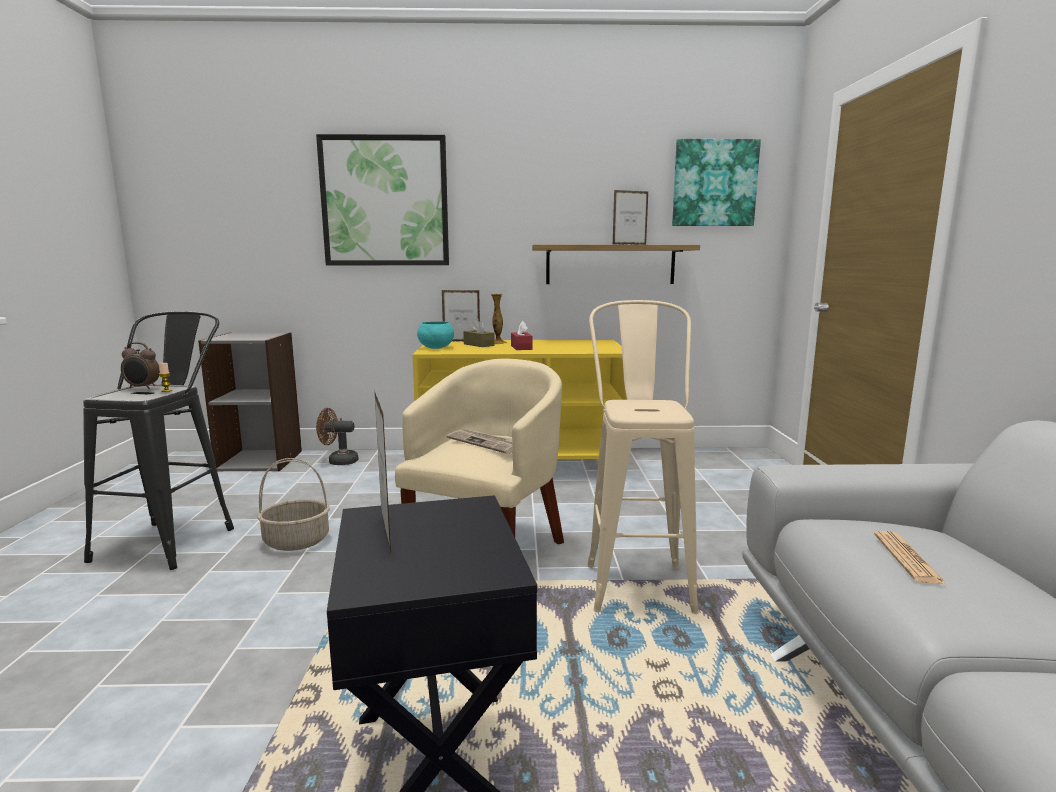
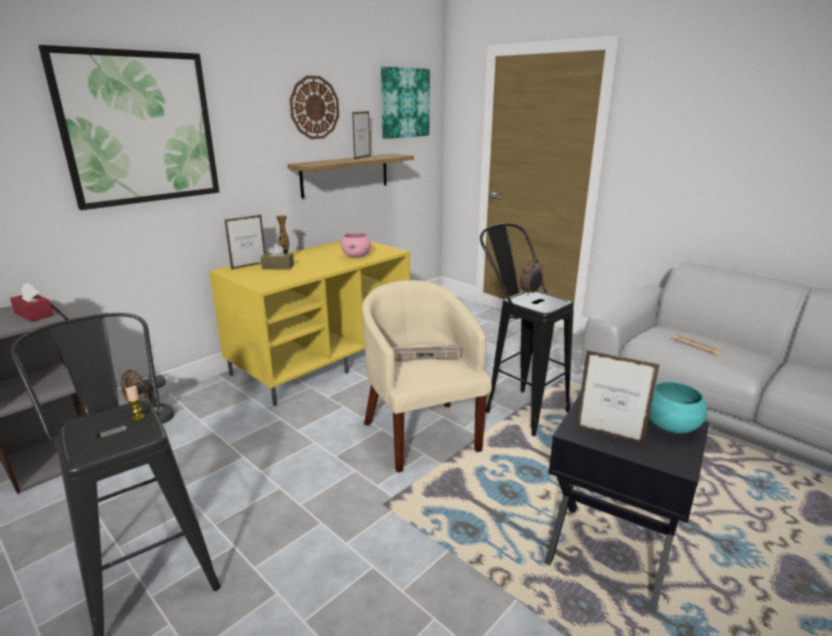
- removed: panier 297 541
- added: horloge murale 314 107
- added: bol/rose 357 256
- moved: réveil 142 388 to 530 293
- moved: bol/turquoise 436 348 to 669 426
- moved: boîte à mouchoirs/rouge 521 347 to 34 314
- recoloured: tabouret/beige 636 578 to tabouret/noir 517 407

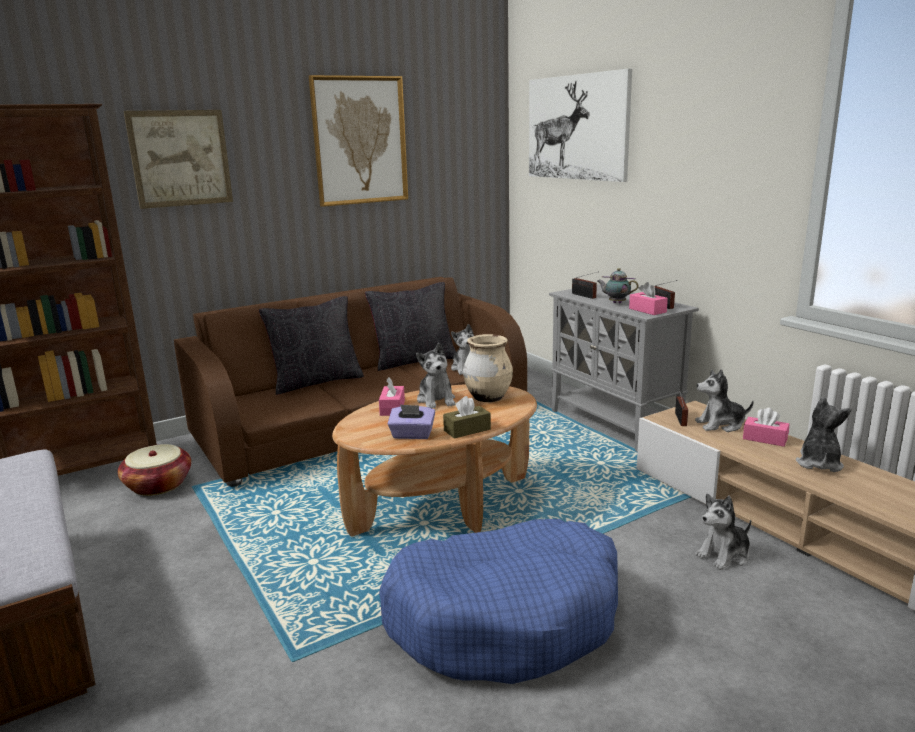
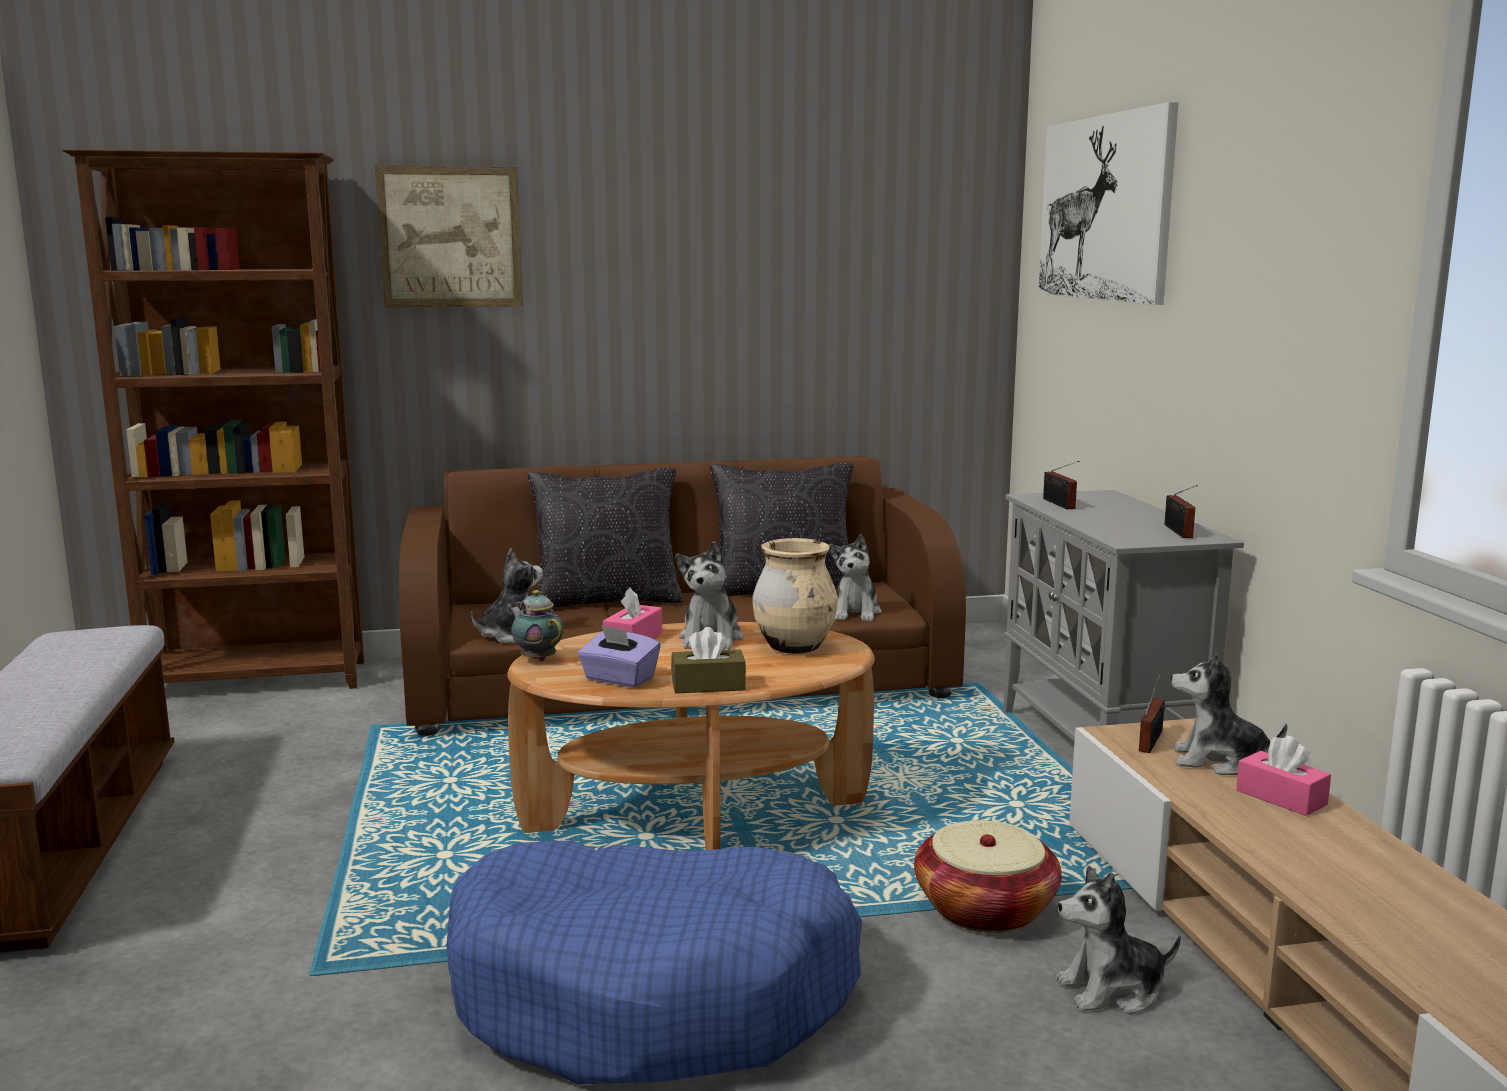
- removed: tableau 360 141
- removed: boîte à mouchoirs/rose 647 310
- moved: panier 158 485 to 985 909
- moved: théière 616 303 to 537 659
- moved: peluche 818 463 to 510 635

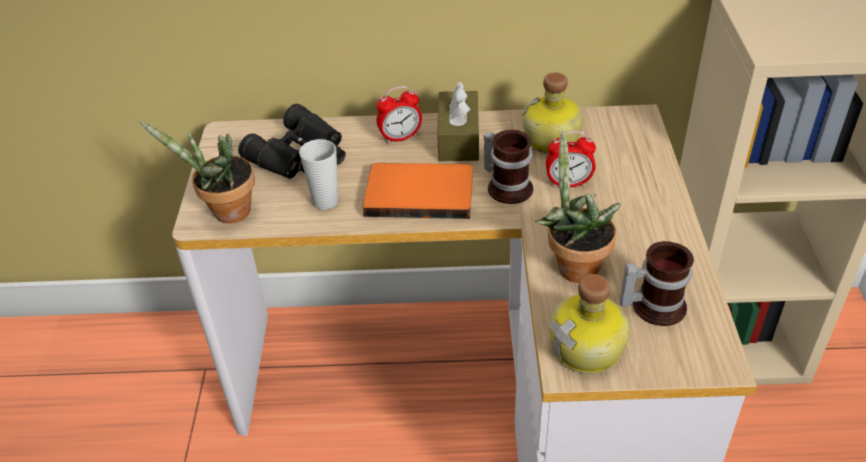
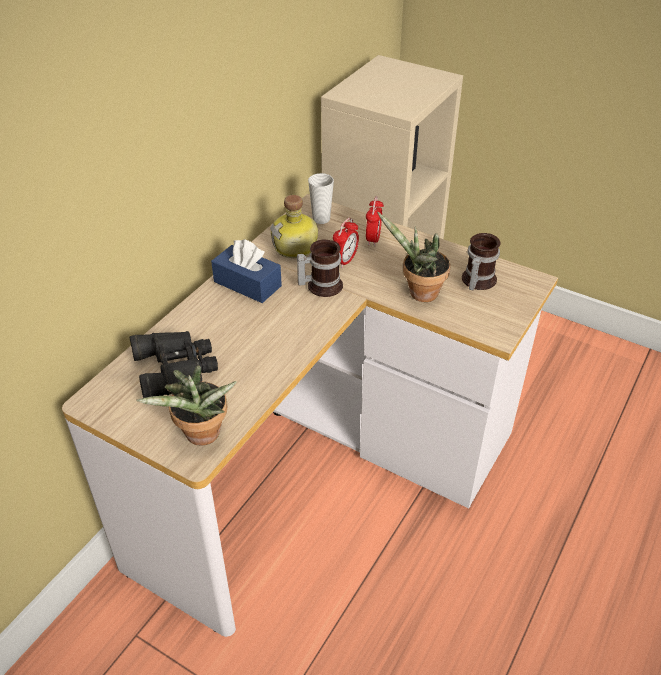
- removed: livre/orange 419 192
- removed: bouteille 589 349
- moved: tasse 325 201 to 321 219
- moved: réveil 400 138 to 373 239
- recoloured: boîte à mouchoirs/marron 458 138 to boîte à mouchoirs/bleu 247 284

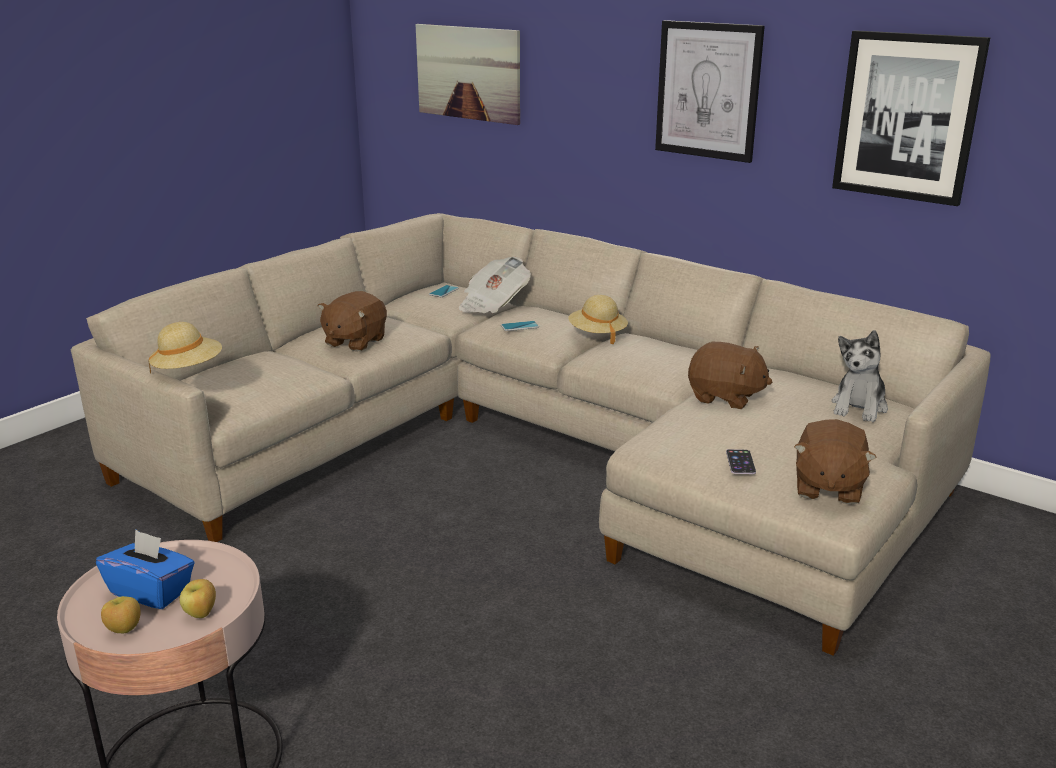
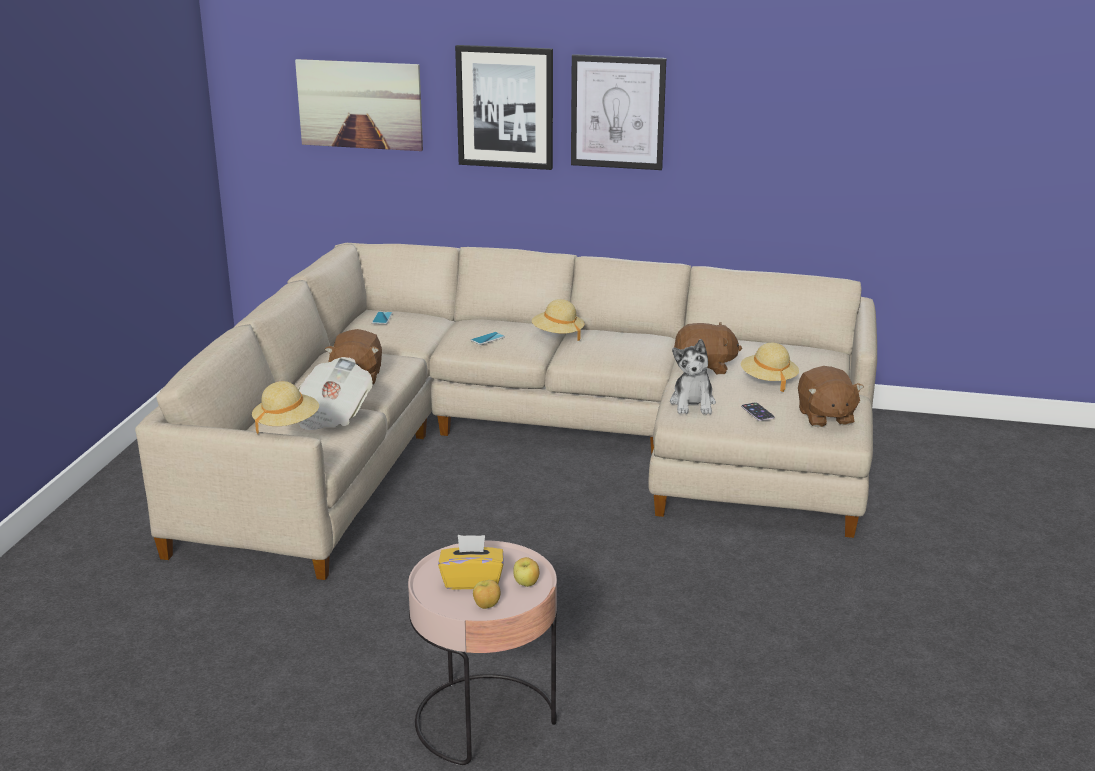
- added: chapeau/beige 768 380
- moved: journal 493 304 to 332 414
- moved: tableau 907 117 to 505 107
- moved: peluche 859 407 to 693 403
- recoloured: boîte à mouchoirs/bleu 151 591 to boîte à mouchoirs/jaune 472 581

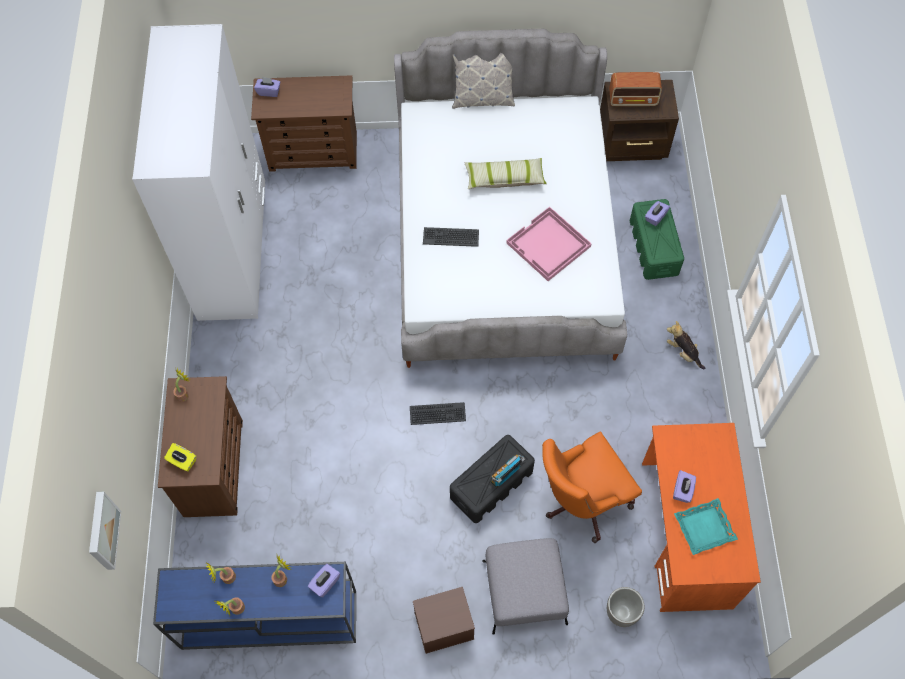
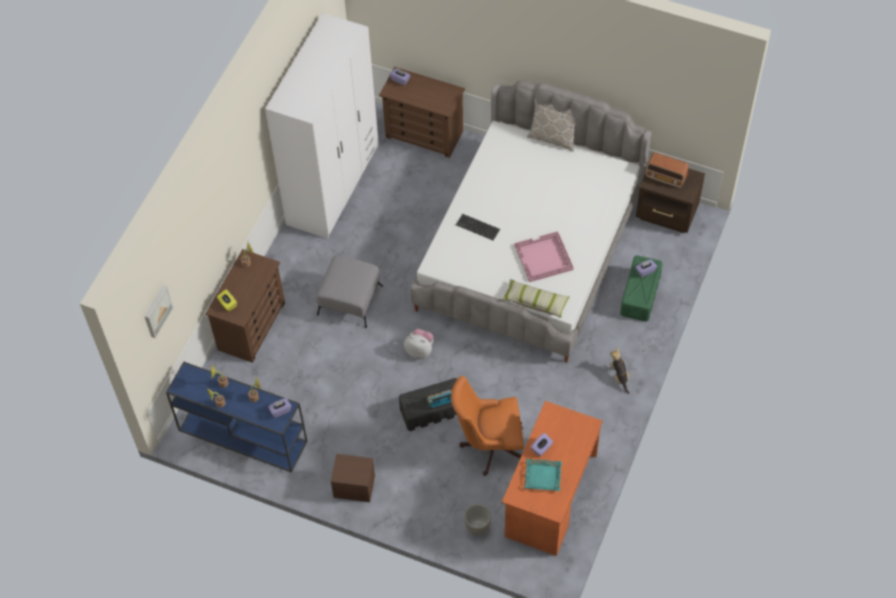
- moved: coussin 504 178 to 535 302
- moved: pouf/gris 524 592 to 349 300
- replaced: clavier 437 414 to peluche 420 350

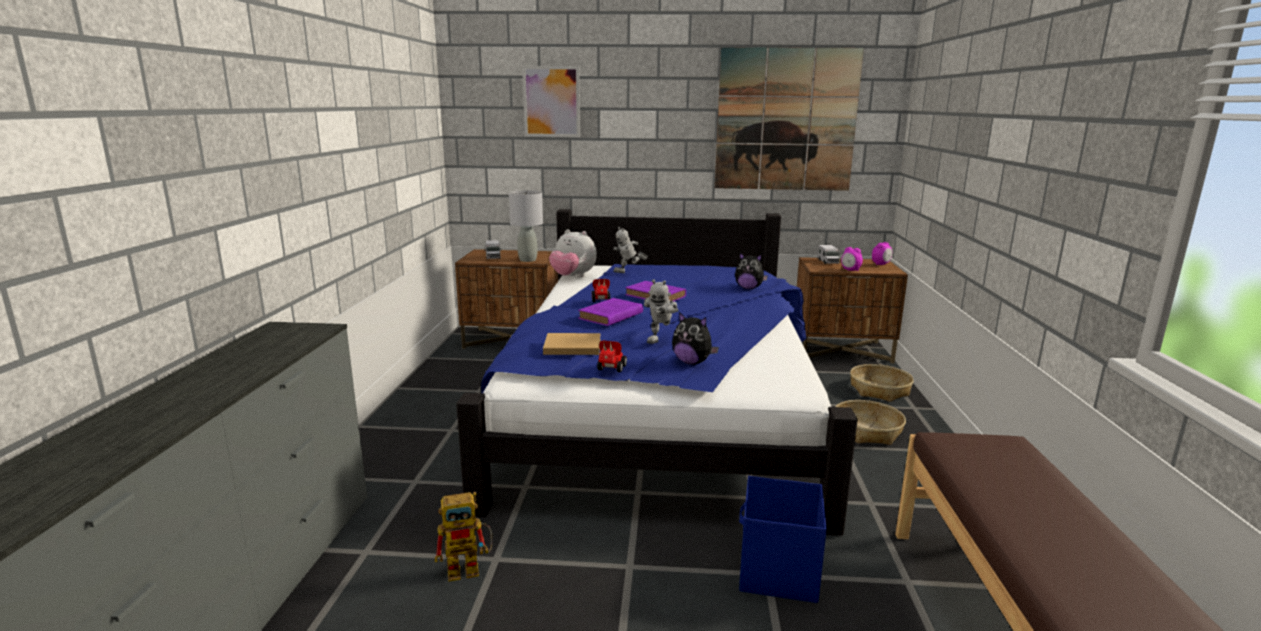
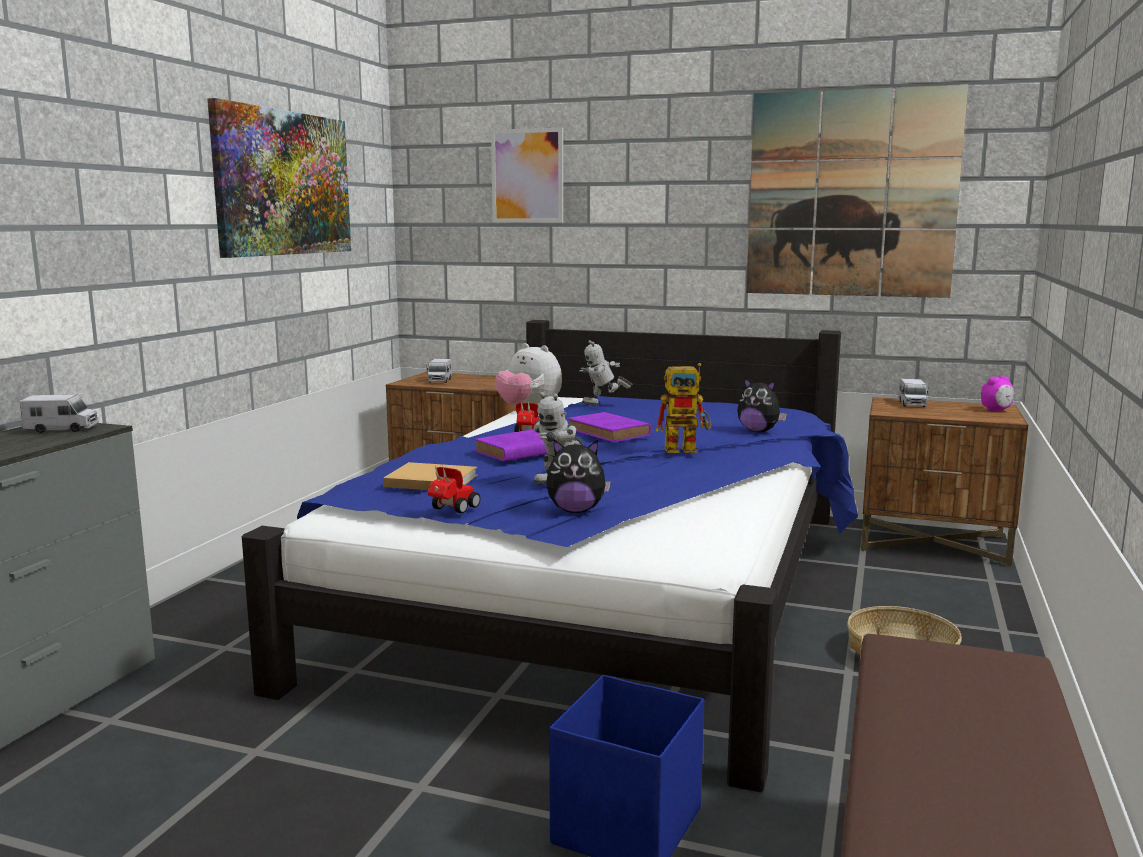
- removed: lampe de table/gris 528 260
- removed: réveil 850 270
- removed: panier 879 390
- added: camion jouet 62 429
- added: tableau 284 183
- moved: robot jouet 470 568 to 687 449
- turned: peluche 692 362 = 576 510 45 degrees counterclockwise

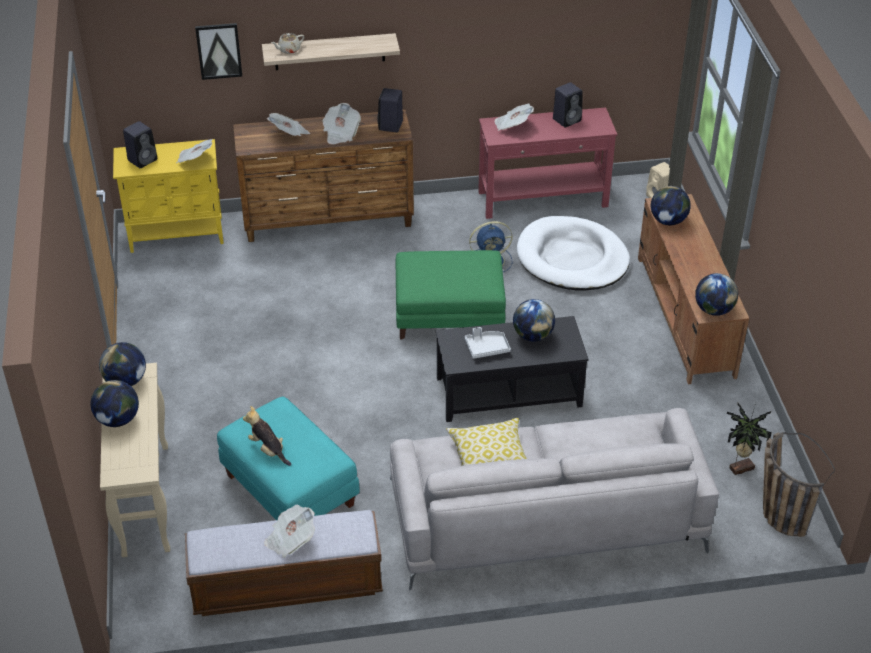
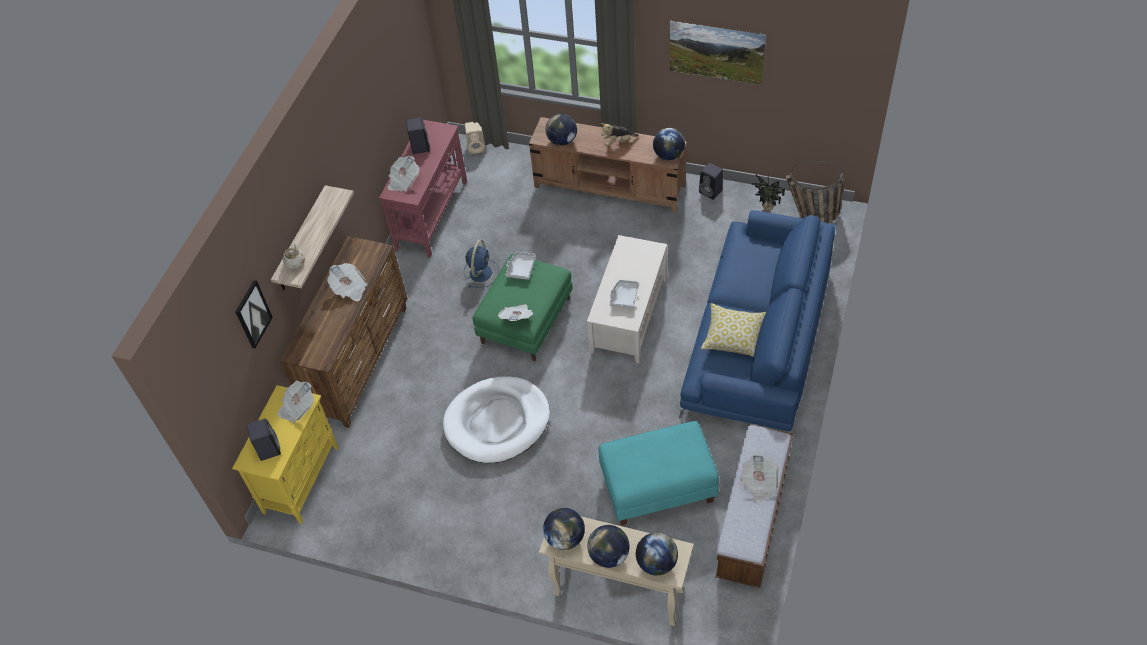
- added: plateau/gris 521 268
- added: tableau 715 65
- moved: peluche 268 449 to 618 142
- moved: journal 289 134 to 517 318
- moved: enceinte/noir 390 126 to 711 191
- moved: globe 533 335 to 656 563
- moved: panier pour chien/blanc 572 258 to 497 422
- recoloured: canapé/gris 545 516 to canapé/bleu 758 339
- recoloured: table basse/noir 508 392 to table basse/beige 629 315

